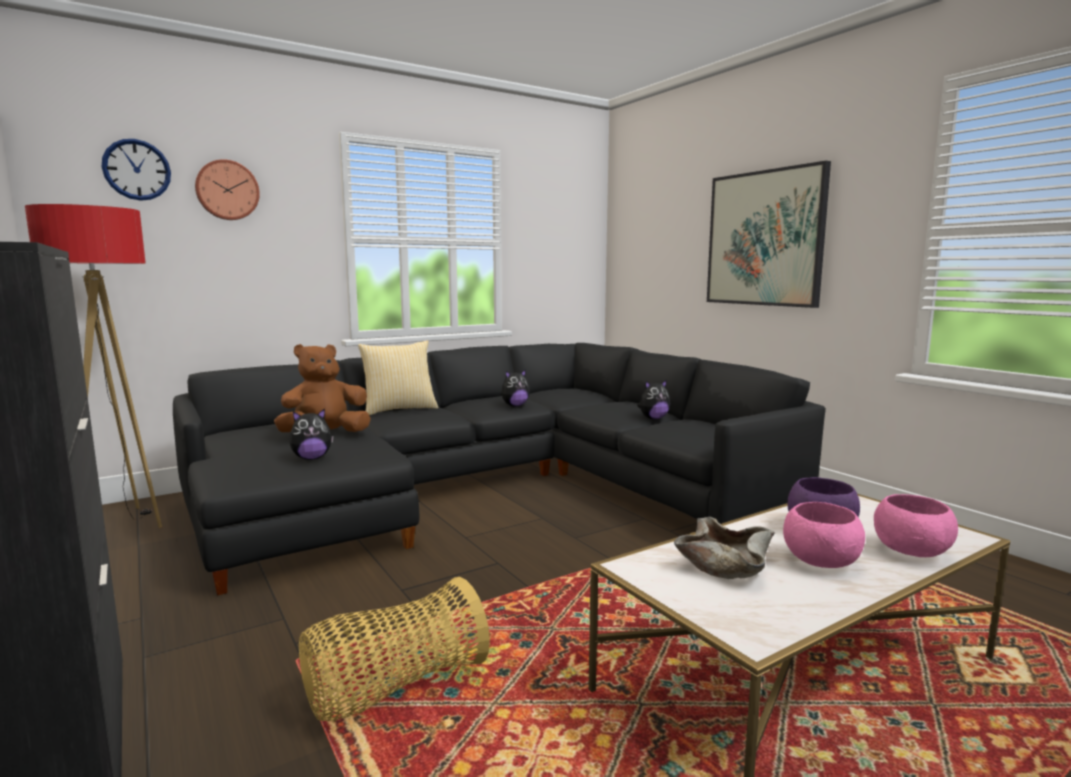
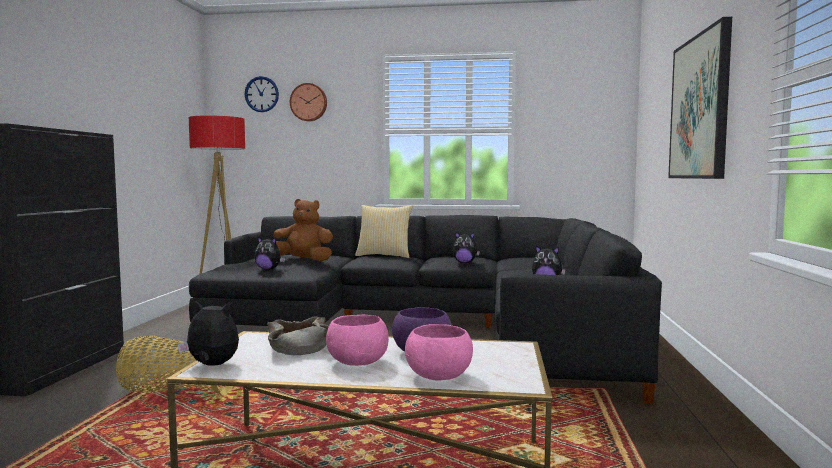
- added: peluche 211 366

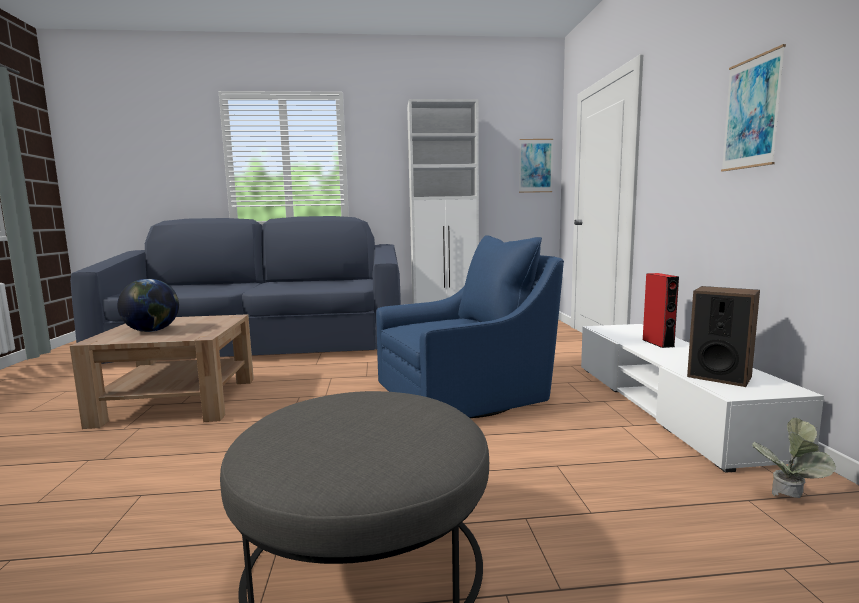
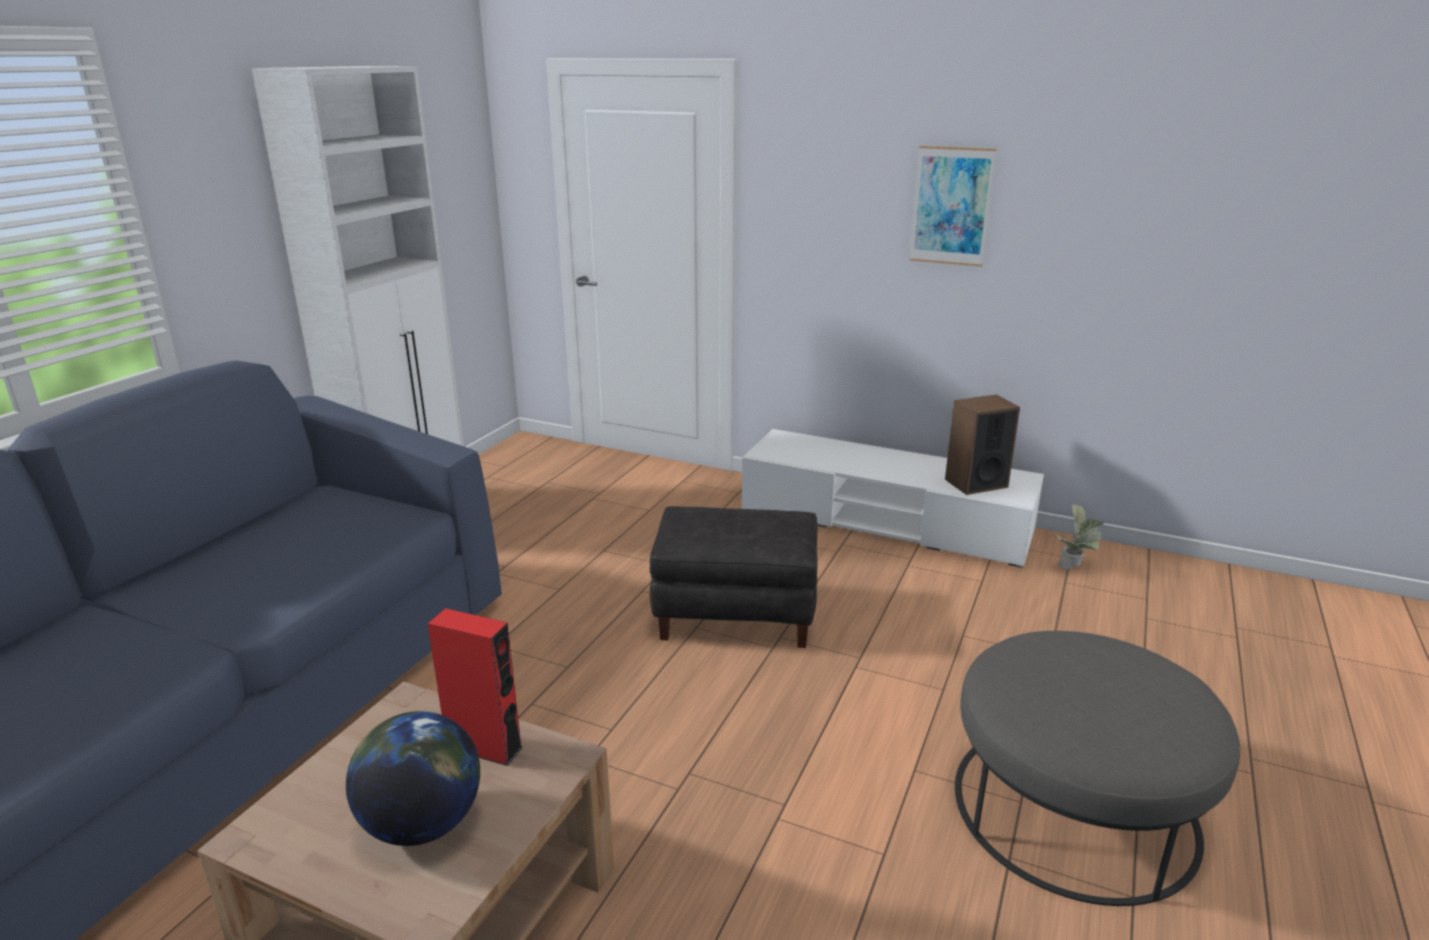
- removed: tableau 535 166
- moved: enceinte/rouge 658 343 to 484 747
- replaced: fauteuil/bleu 466 394 to pouf/noir 736 613

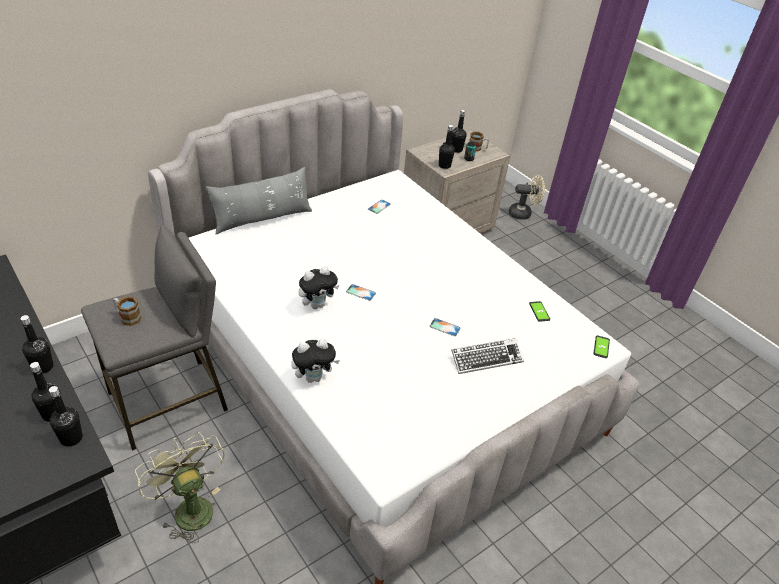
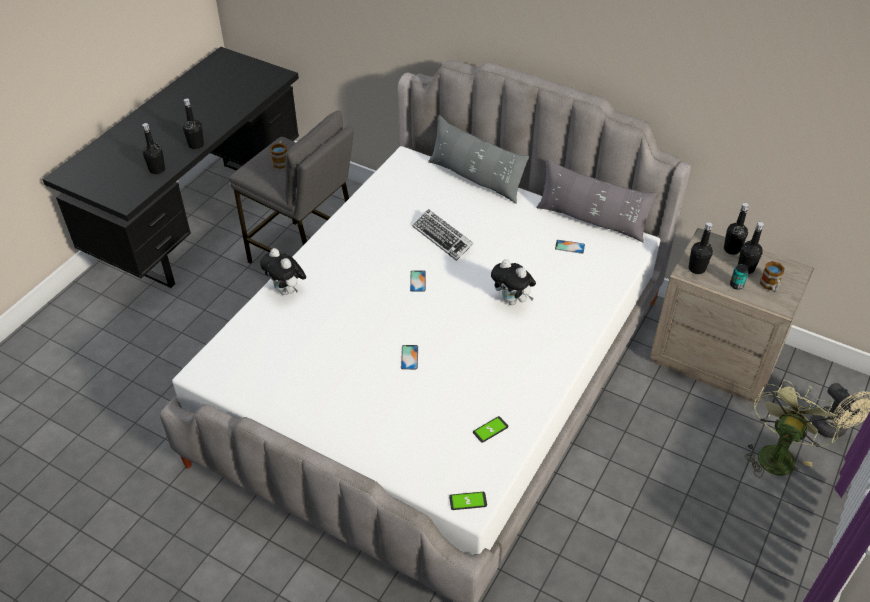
- added: coussin/gris 591 220
- moved: bouteille/noir 71 438 to 731 249
- moved: ventilateur/vert 188 507 to 777 453
- moved: peluche 317 304 to 512 300
- moved: clavier 486 359 to 442 238

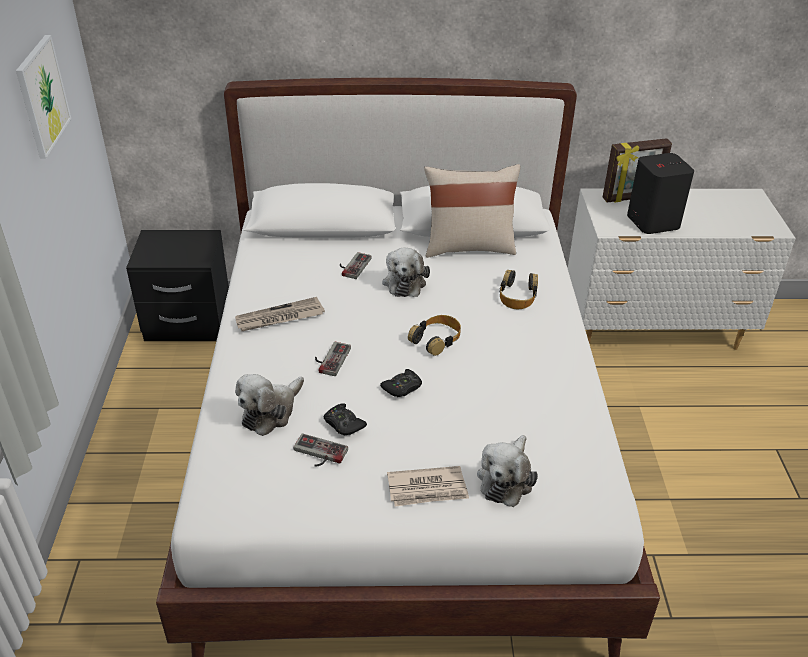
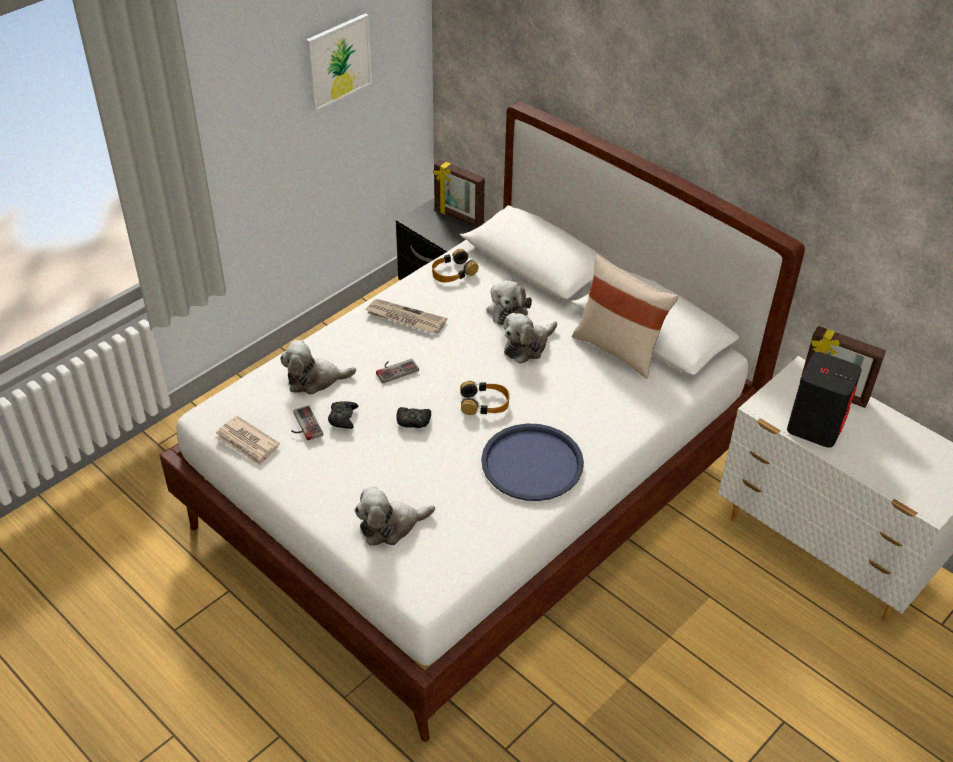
- added: cadre photo 458 217
- added: plateau/bleu 532 463
- moved: journal 427 489 to 247 443
- moved: casque audio 517 295 to 453 272
- replaced: manette 352 266 to peluche 507 310

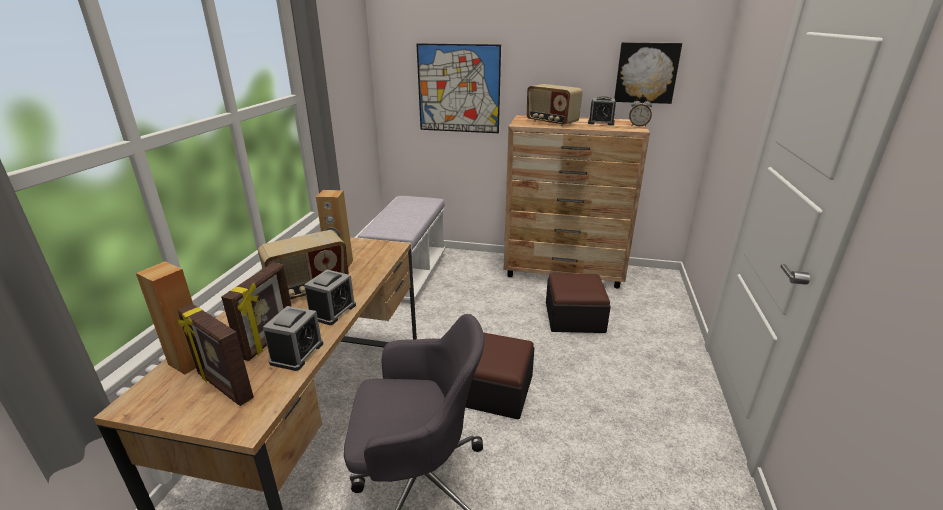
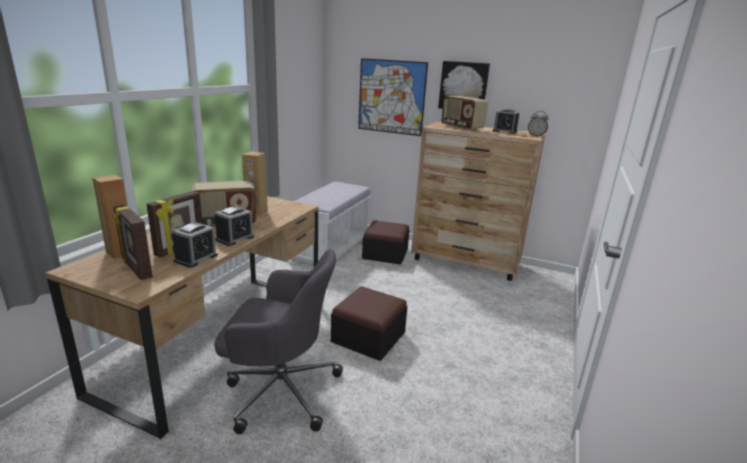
- moved: pouf 574 317 to 385 254
- moved: tableau 646 73 to 463 86

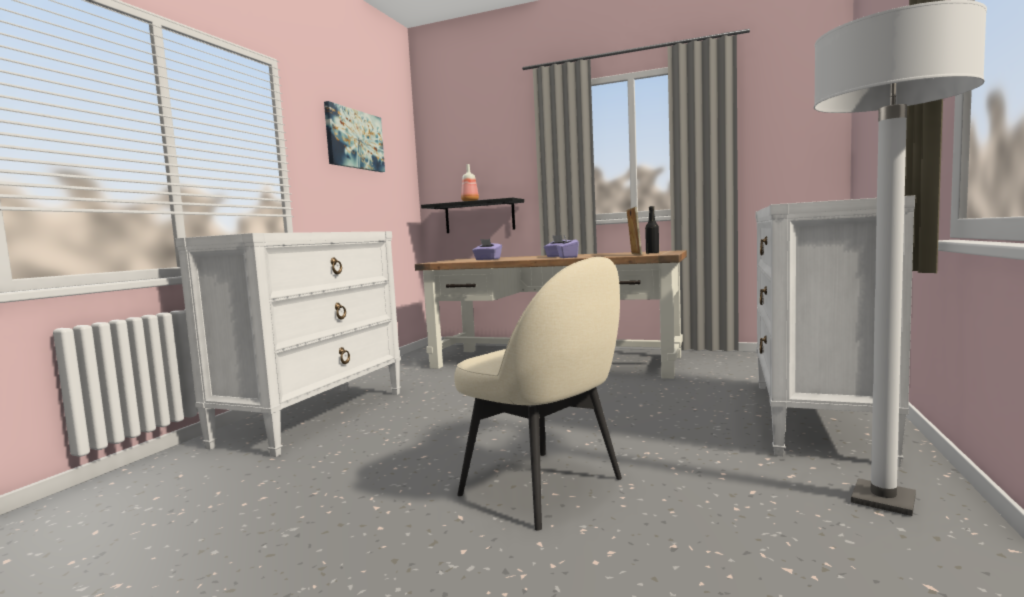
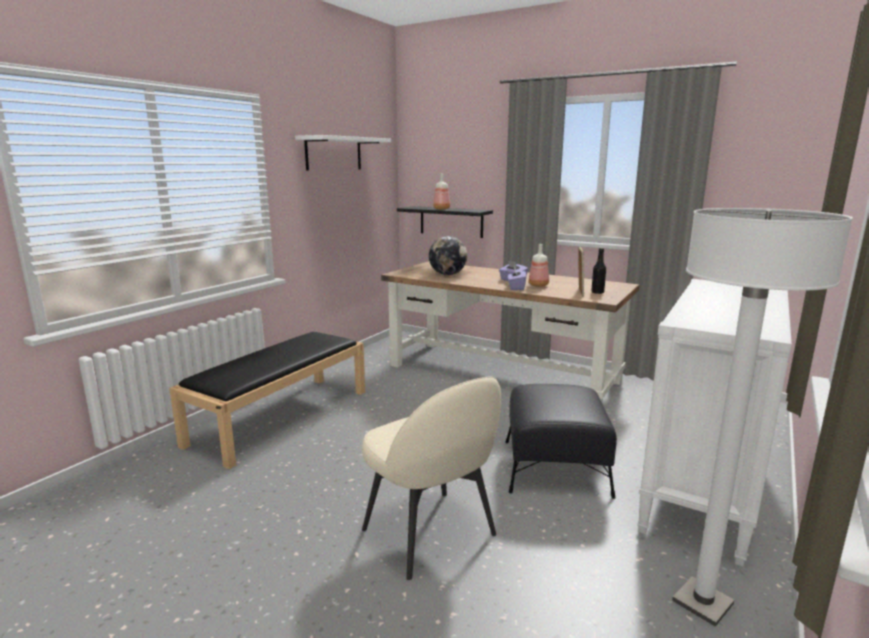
- added: pouf/noir 555 468
- added: bouteille 539 285
- replaced: commode/blanc 315 417 to banc/noir 282 416
- replaced: tableau 354 139 to étagère/blanc 333 153
- replaced: boîte à mouchoirs/violet 487 259 to globe 447 274

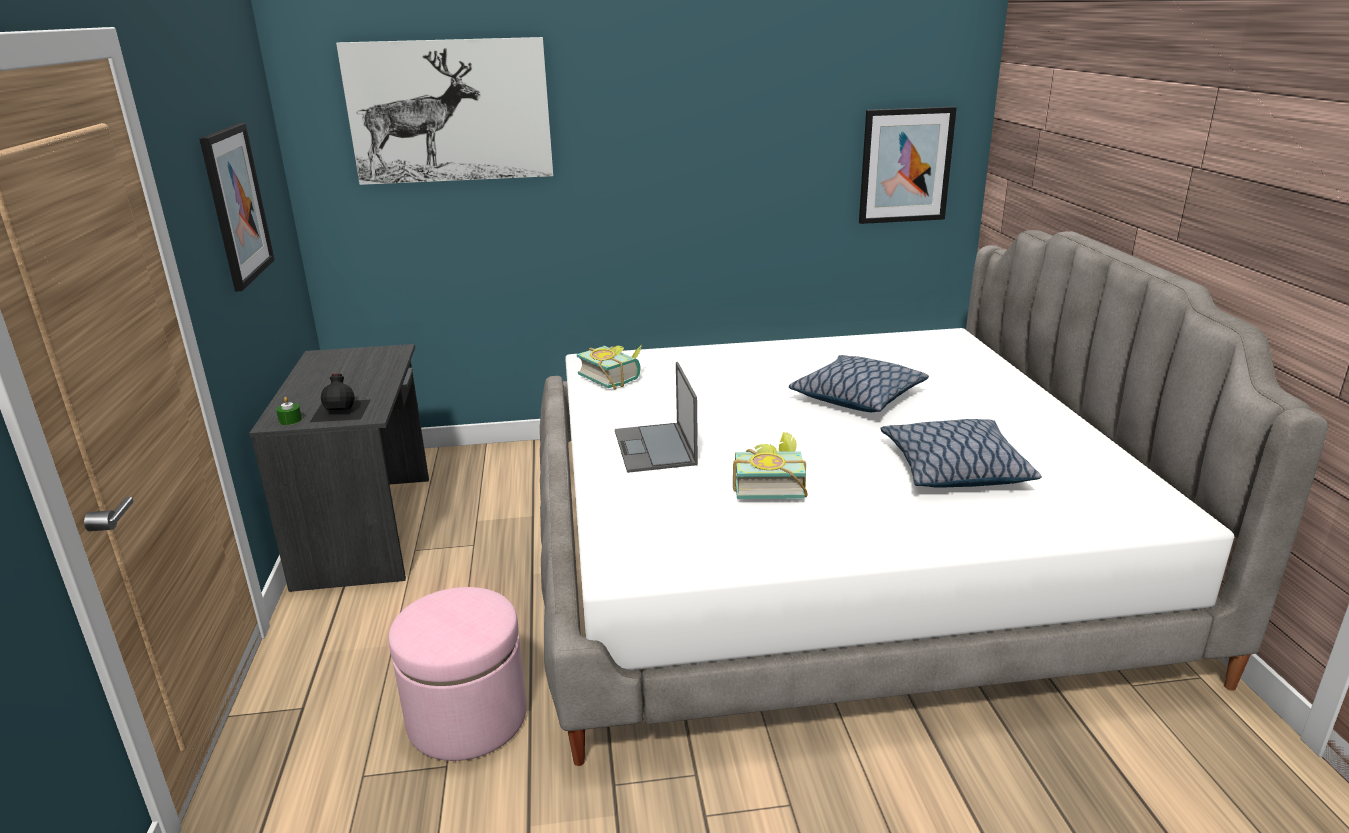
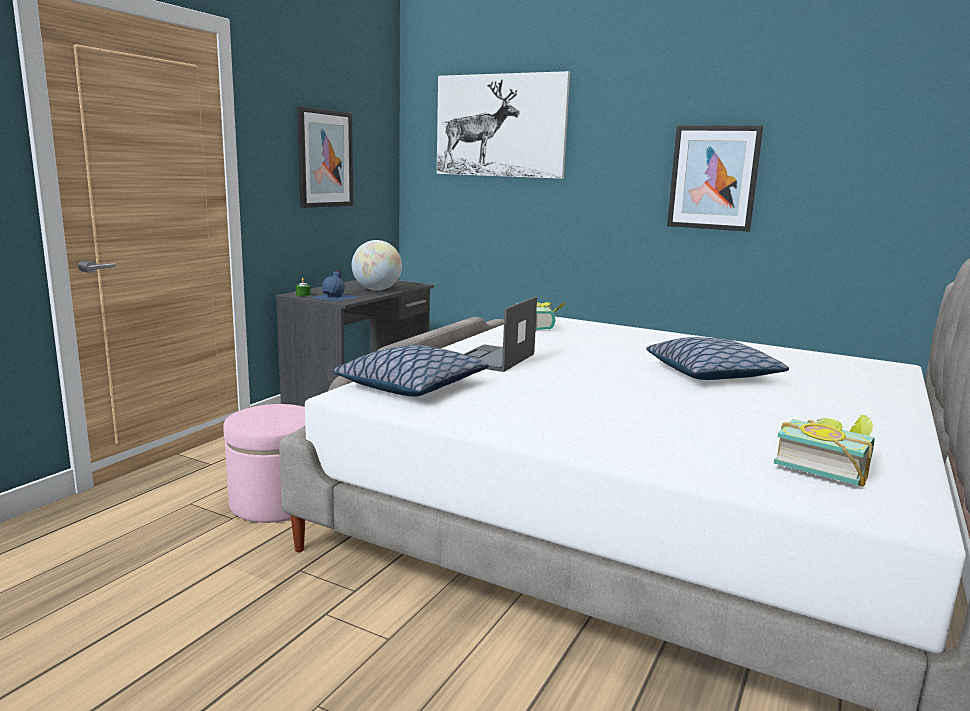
- added: globe 377 290
- moved: livre 768 485 to 823 467
- moved: tableau 905 165 to 713 178
- moved: coussin 953 469 to 411 386
- recoloured: bouteille/noir 342 410 to bouteille/bleu 335 297

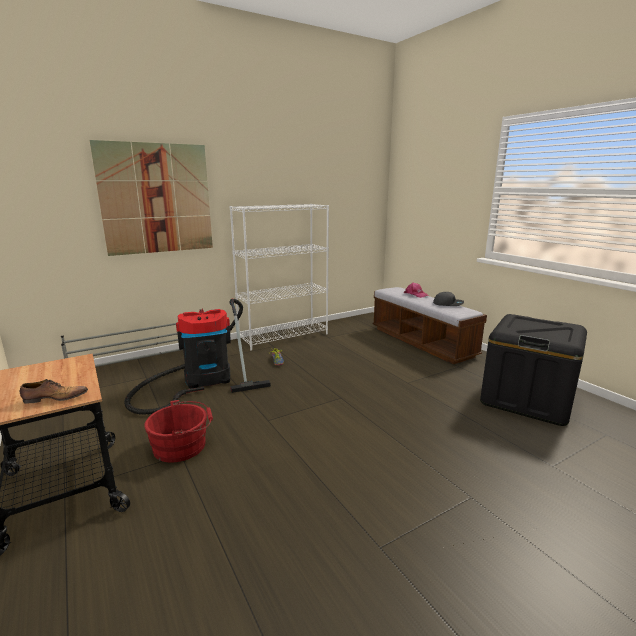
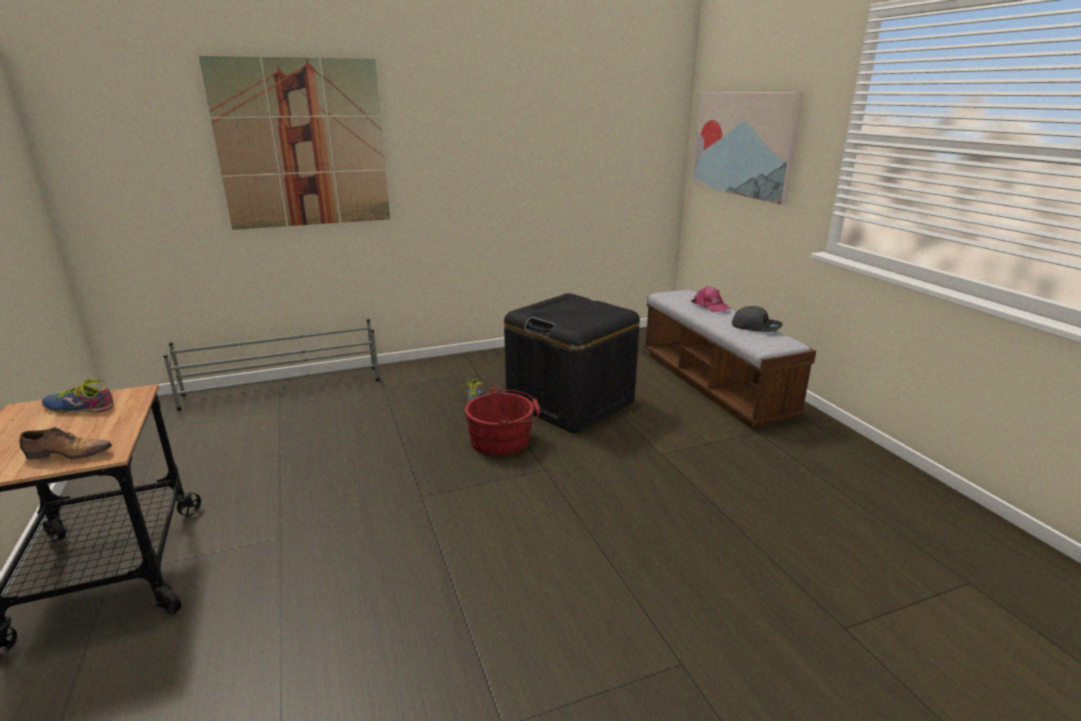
- removed: aspirateur 202 380
- removed: bibliothèque/blanc 284 336
- added: chaussure 81 406
- added: tableau 744 144
- moved: seau/rouge 183 445 to 504 440
- moved: boîte de rangement/noir 527 399 to 570 402

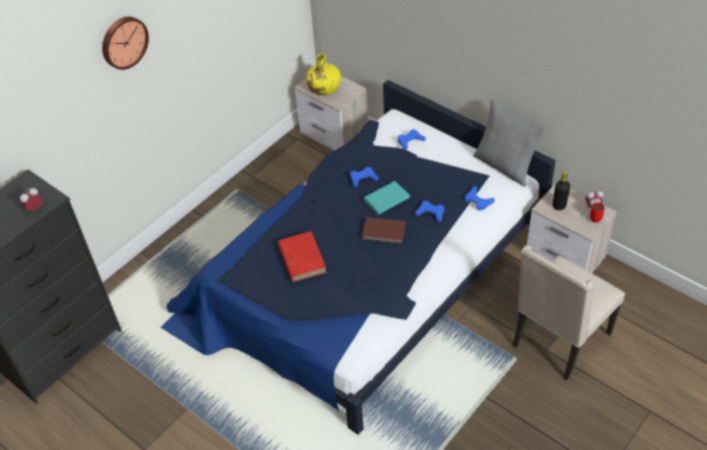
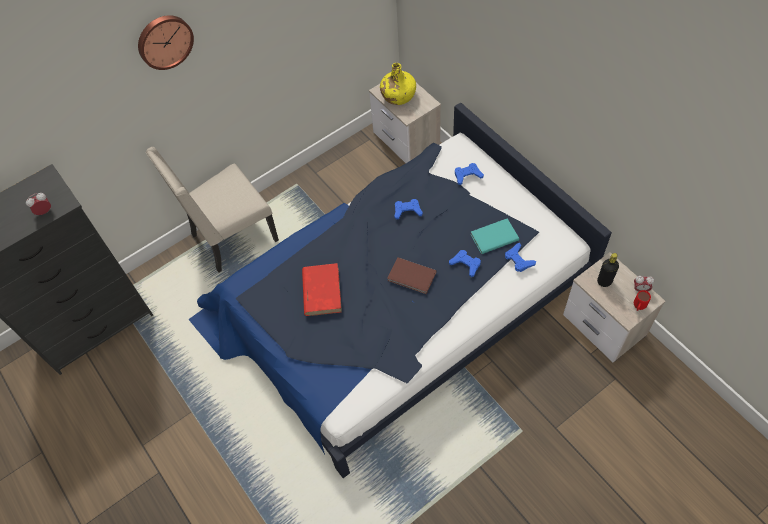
- removed: coussin/gris 505 166
- moved: livre/turquoise 385 199 to 493 237
- moved: chaise/beige 559 340 to 232 238

